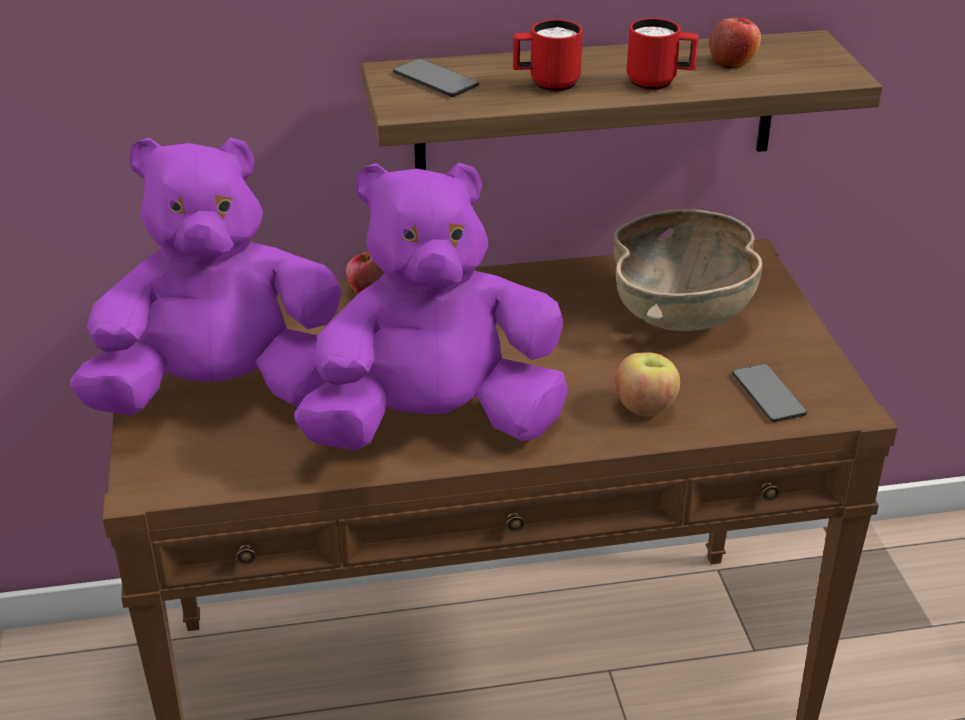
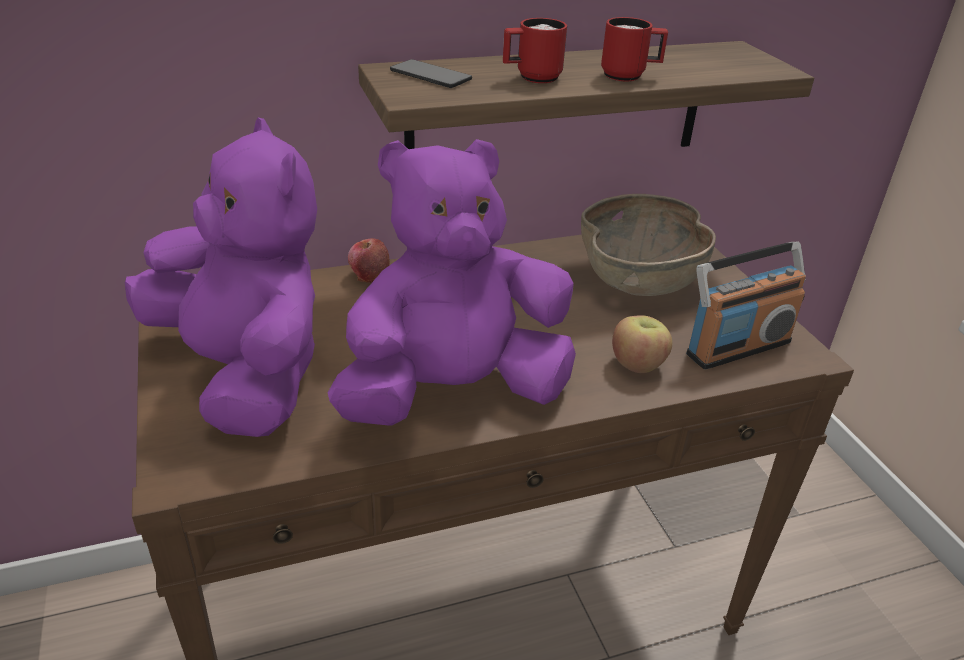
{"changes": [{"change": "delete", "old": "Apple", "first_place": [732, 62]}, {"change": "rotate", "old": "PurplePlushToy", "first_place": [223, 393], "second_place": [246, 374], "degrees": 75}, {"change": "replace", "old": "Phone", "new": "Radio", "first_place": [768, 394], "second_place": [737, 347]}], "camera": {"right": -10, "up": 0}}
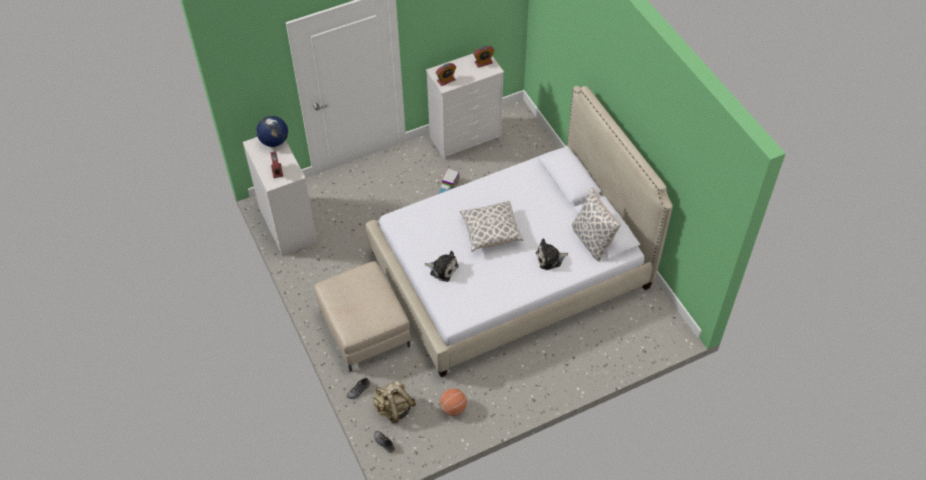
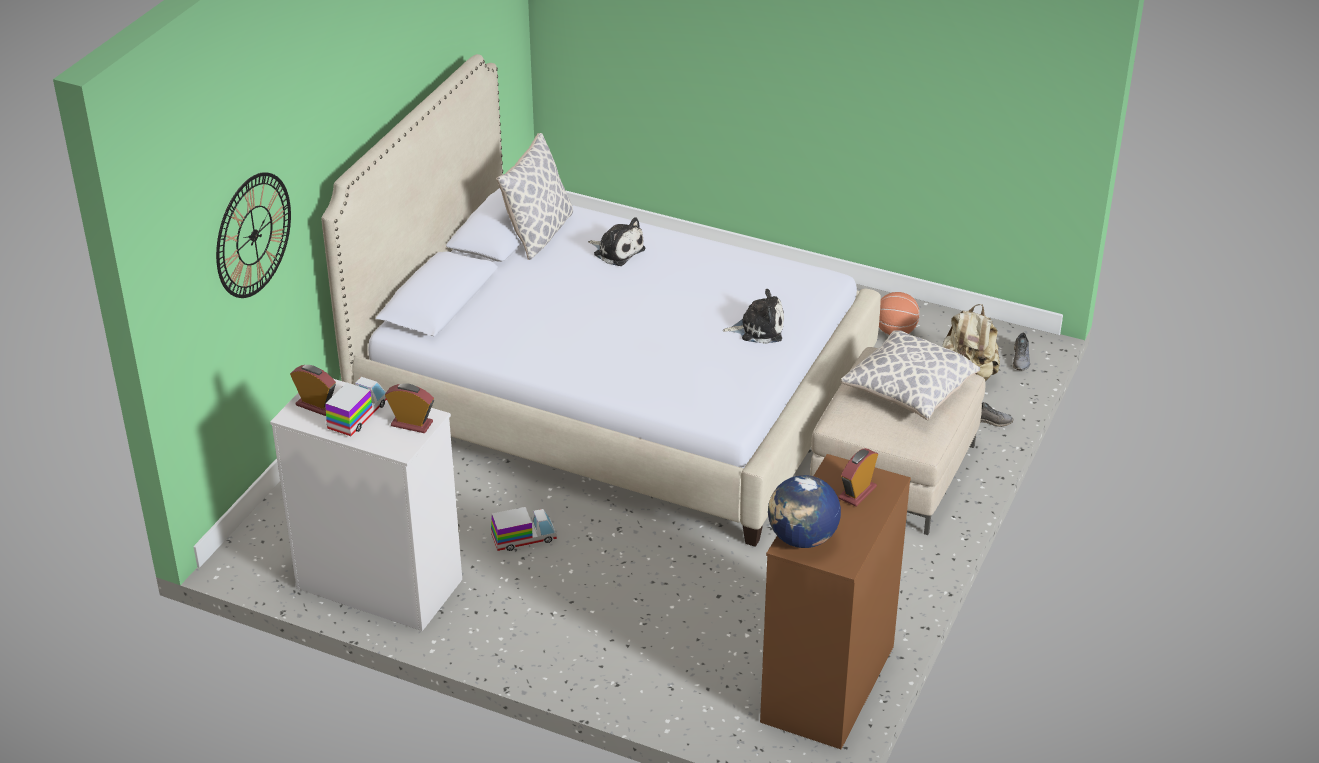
{"changes": [{"change": "recolor", "old": "WhiteDresser", "new": "BrownDresser", "first_place": [287, 224], "second_place": [827, 685]}, {"change": "move", "old": "Pillow", "first_place": [490, 232], "second_place": [909, 391]}, {"change": "rotate", "old": "PlushToy", "first_place": [442, 269], "second_place": [758, 329], "degrees": 105}, {"change": "insert", "new": "WallClock", "second_place": [253, 235]}, {"change": "insert", "new": "ToyTruck", "second_place": [358, 416]}], "camera": {"right": -130, "up": -15}}
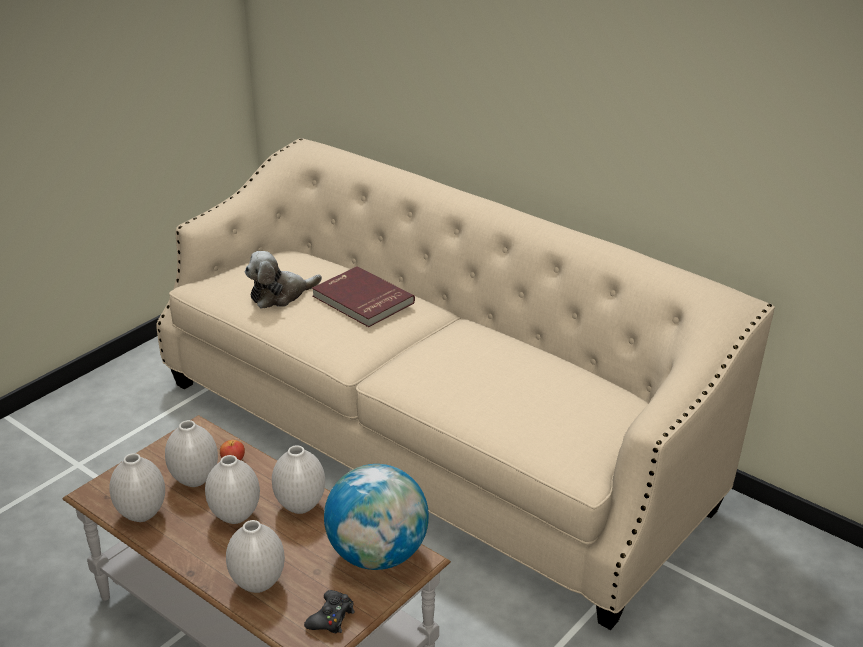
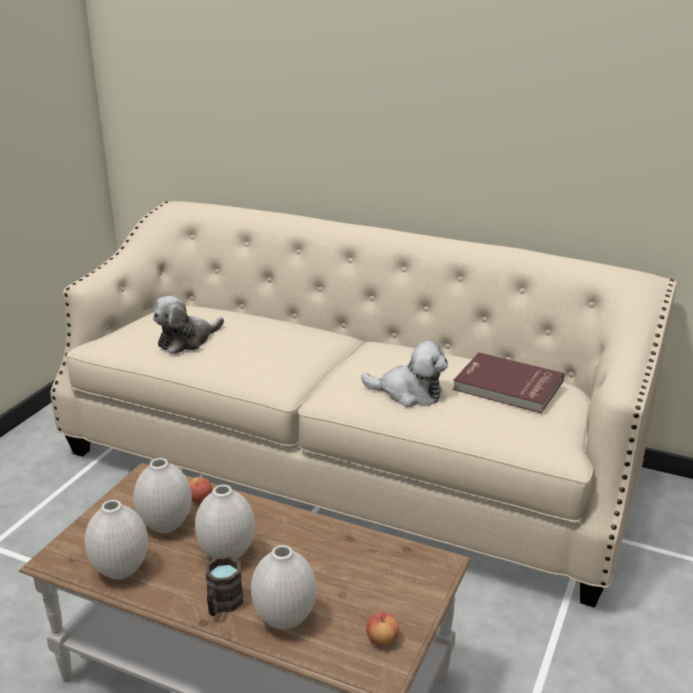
{"changes": [{"change": "move", "old": "RedBook", "first_place": [361, 300], "second_place": [507, 386]}, {"change": "delete", "old": "WhiteVase", "first_place": [301, 506]}, {"change": "delete", "old": "Globe", "first_place": [377, 554]}, {"change": "replace", "old": "BlackGameController", "new": "Apple", "first_place": [331, 618], "second_place": [382, 639]}, {"change": "insert", "new": "PlushToy", "second_place": [408, 393]}, {"change": "insert", "new": "BrownMug", "second_place": [222, 605]}], "camera": {"right": -15, "up": -5}}
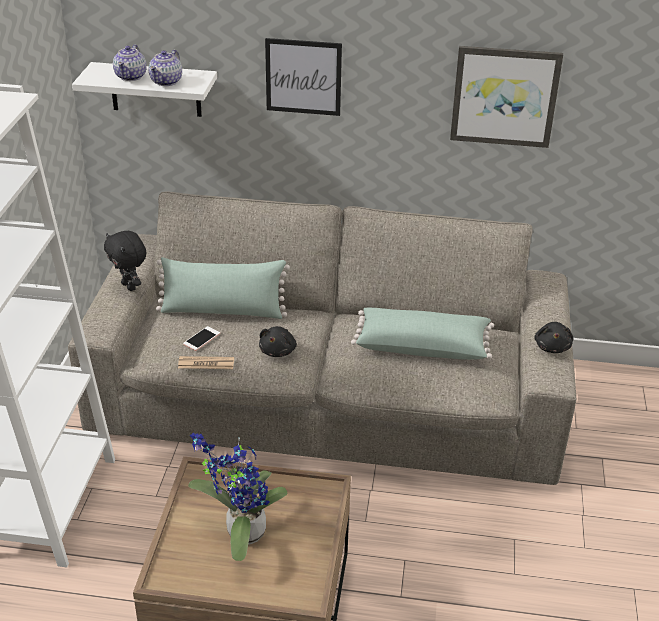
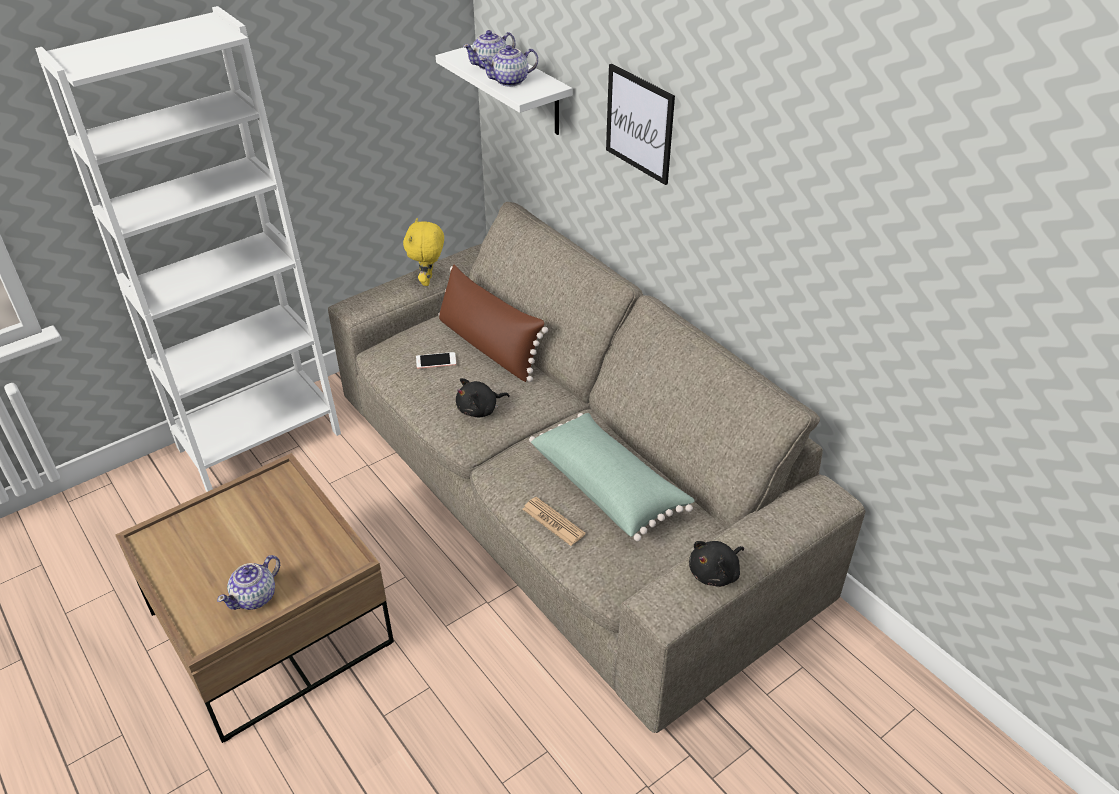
{"changes": [{"change": "delete", "old": "Picture", "first_place": [504, 96]}, {"change": "recolor", "old": "BlackPlushToy", "new": "YellowPlushToy", "first_place": [130, 286], "second_place": [428, 281]}, {"change": "recolor", "old": "GreenPillow", "new": "BrownPillow", "first_place": [223, 311], "second_place": [488, 346]}, {"change": "move", "old": "Newspaper", "first_place": [206, 363], "second_place": [553, 522]}, {"change": "delete", "old": "PottedPlant", "first_place": [241, 532]}, {"change": "insert", "new": "Teapot", "second_place": [255, 597]}], "camera": {"right": 45, "up": 5}}
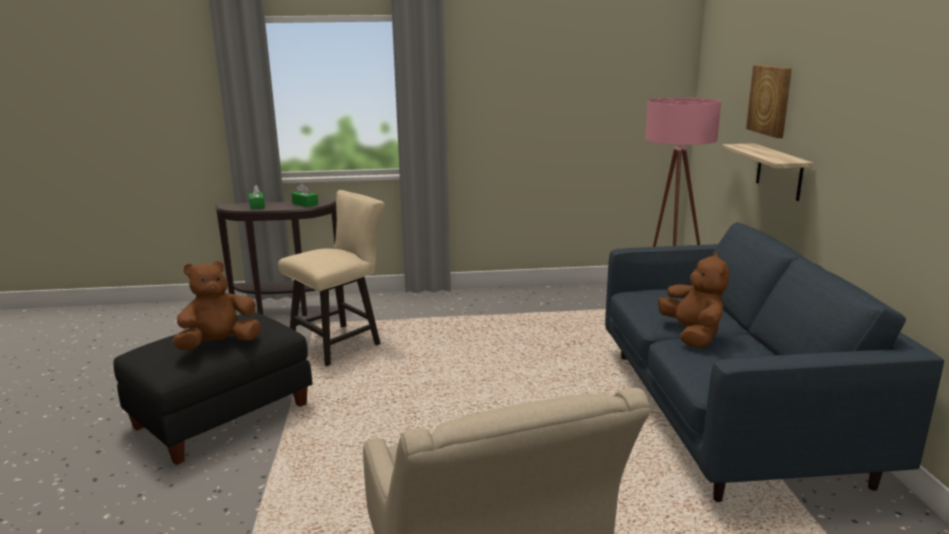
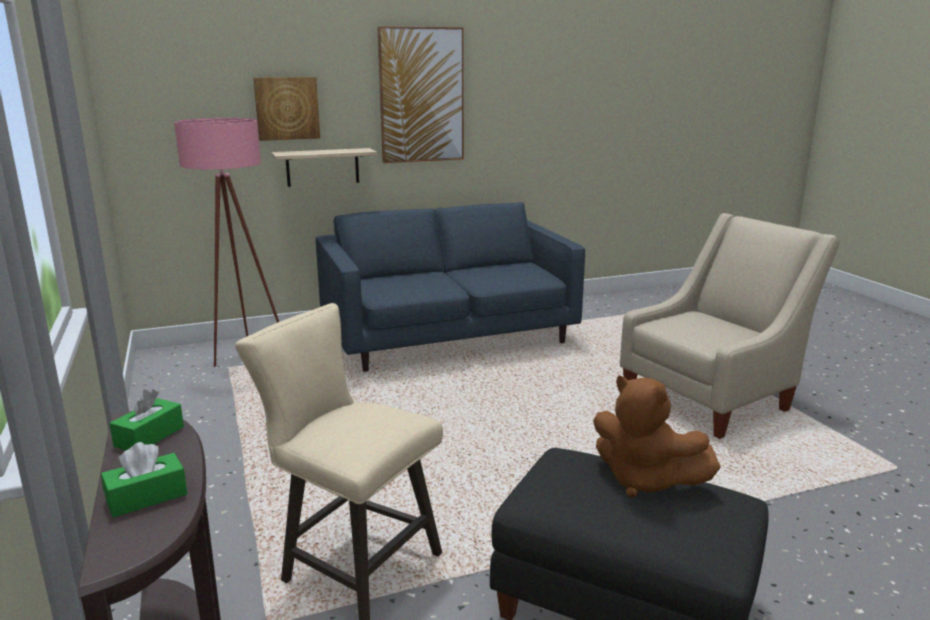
{"changes": [{"change": "delete", "old": "BrownPlushToy", "first_place": [692, 335]}, {"change": "insert", "new": "Picture", "second_place": [421, 95]}], "camera": {"right": -105, "up": 0}}
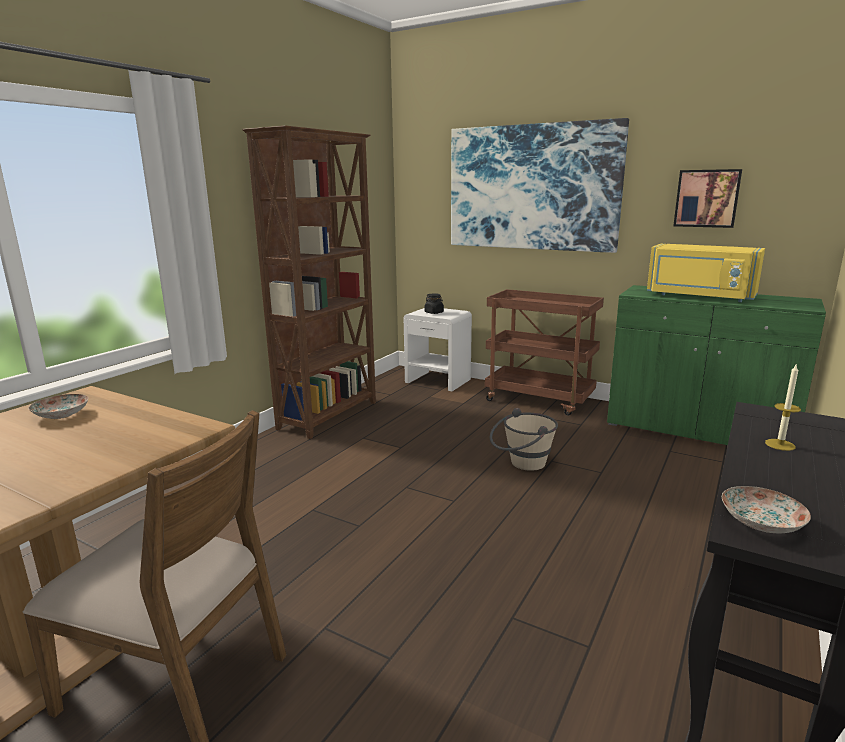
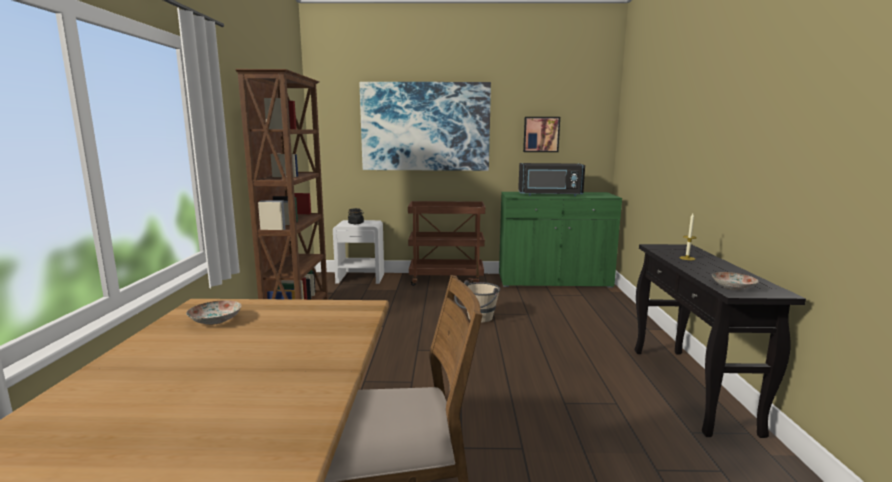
{"changes": [{"change": "recolor", "old": "YellowMicrowave", "new": "BlackMicrowave", "first_place": [699, 296], "second_place": [550, 195]}], "camera": {"right": -30, "up": -5}}
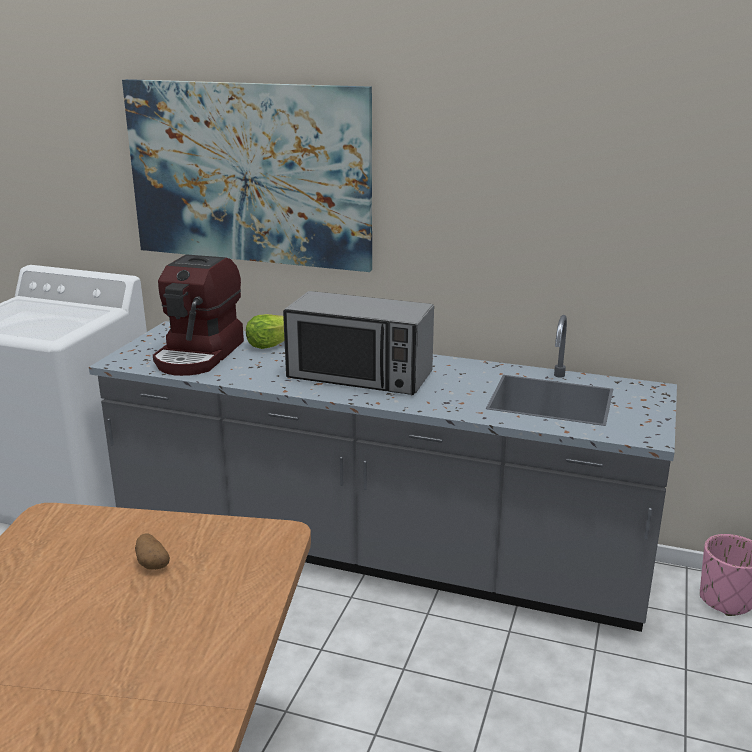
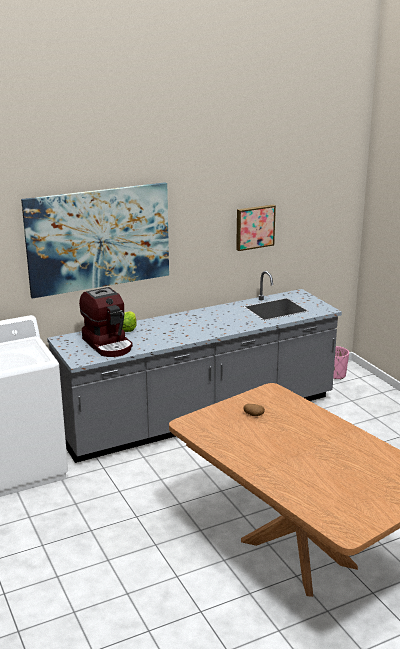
{"changes": [{"change": "delete", "old": "Microwave", "first_place": [359, 376]}, {"change": "insert", "new": "Picture", "second_place": [254, 227]}], "camera": {"right": -45, "up": 0}}
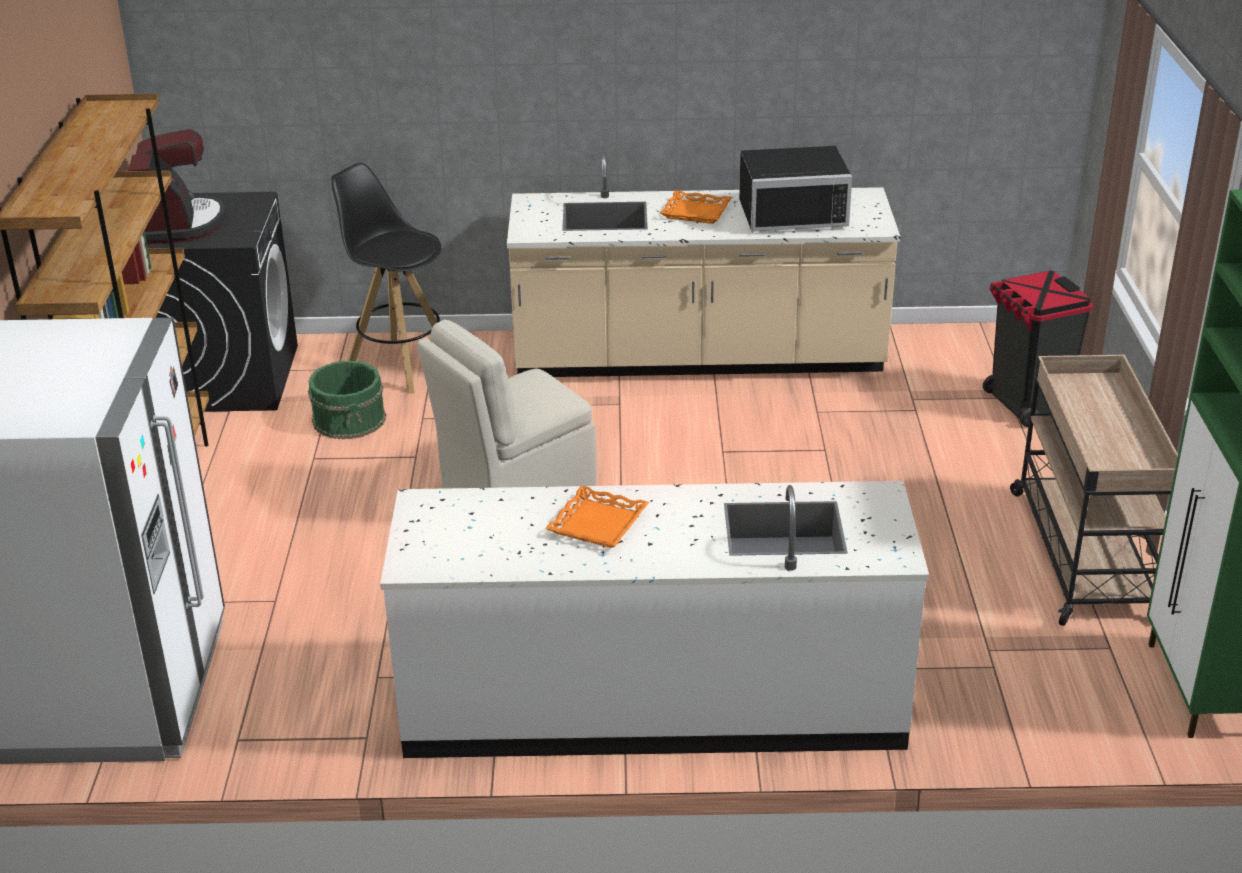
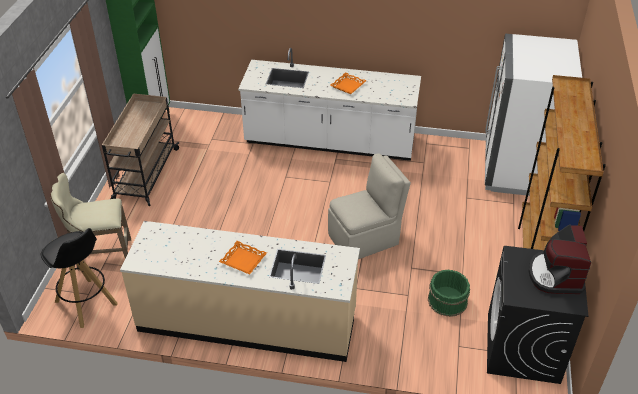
{"changes": [{"change": "delete", "old": "BlackMicrowave", "first_place": [792, 212]}, {"change": "move", "old": "BlackStool", "first_place": [400, 365], "second_place": [86, 303]}, {"change": "replace", "old": "BlackTrashCan", "new": "BeigeStool", "first_place": [1026, 406], "second_place": [101, 256]}], "camera": {"right": -170, "up": 10}}
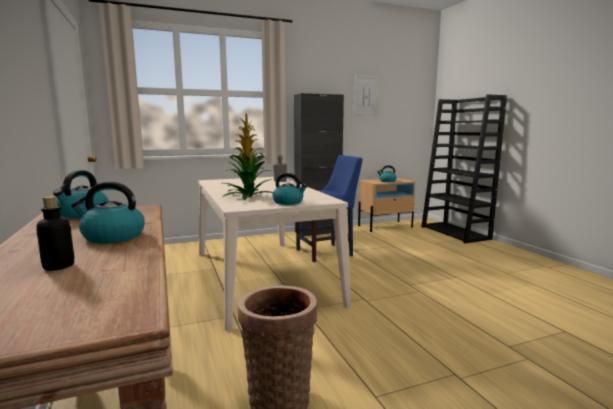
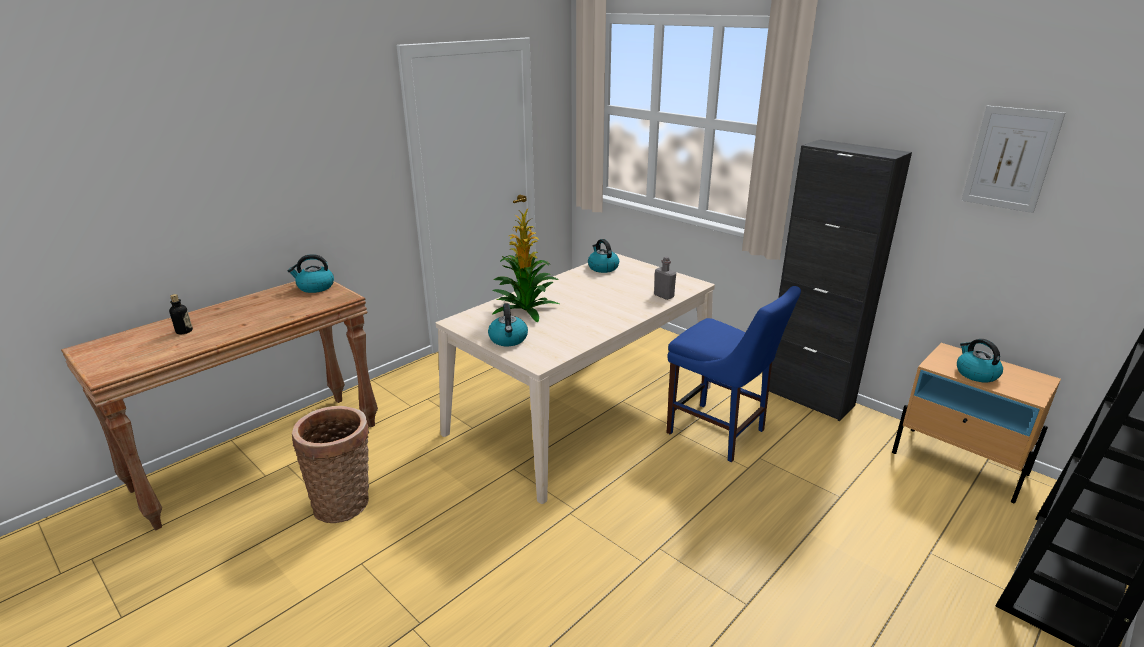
{"changes": [{"change": "move", "old": "Kettle", "first_place": [112, 237], "second_place": [602, 268]}], "camera": {"right": 65, "up": 15}}
